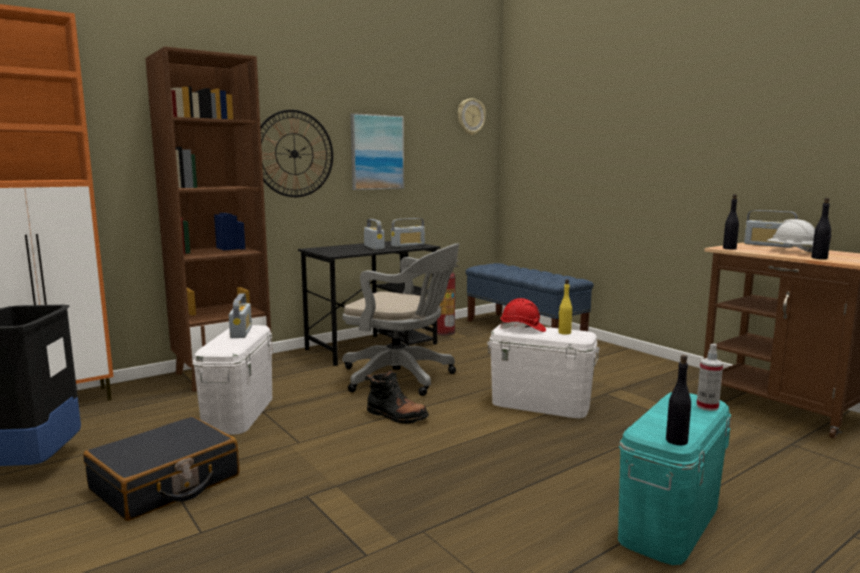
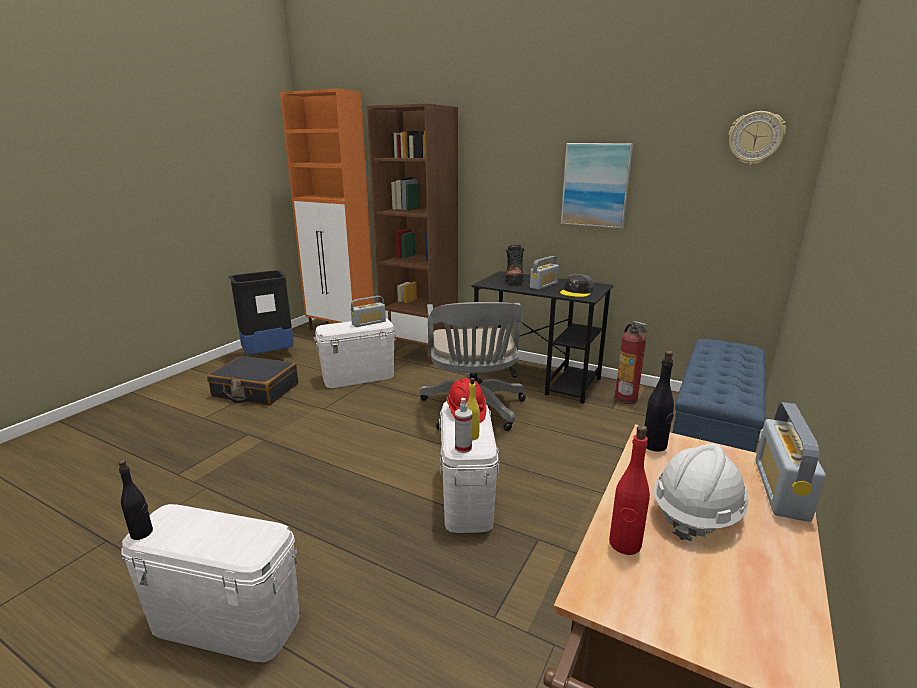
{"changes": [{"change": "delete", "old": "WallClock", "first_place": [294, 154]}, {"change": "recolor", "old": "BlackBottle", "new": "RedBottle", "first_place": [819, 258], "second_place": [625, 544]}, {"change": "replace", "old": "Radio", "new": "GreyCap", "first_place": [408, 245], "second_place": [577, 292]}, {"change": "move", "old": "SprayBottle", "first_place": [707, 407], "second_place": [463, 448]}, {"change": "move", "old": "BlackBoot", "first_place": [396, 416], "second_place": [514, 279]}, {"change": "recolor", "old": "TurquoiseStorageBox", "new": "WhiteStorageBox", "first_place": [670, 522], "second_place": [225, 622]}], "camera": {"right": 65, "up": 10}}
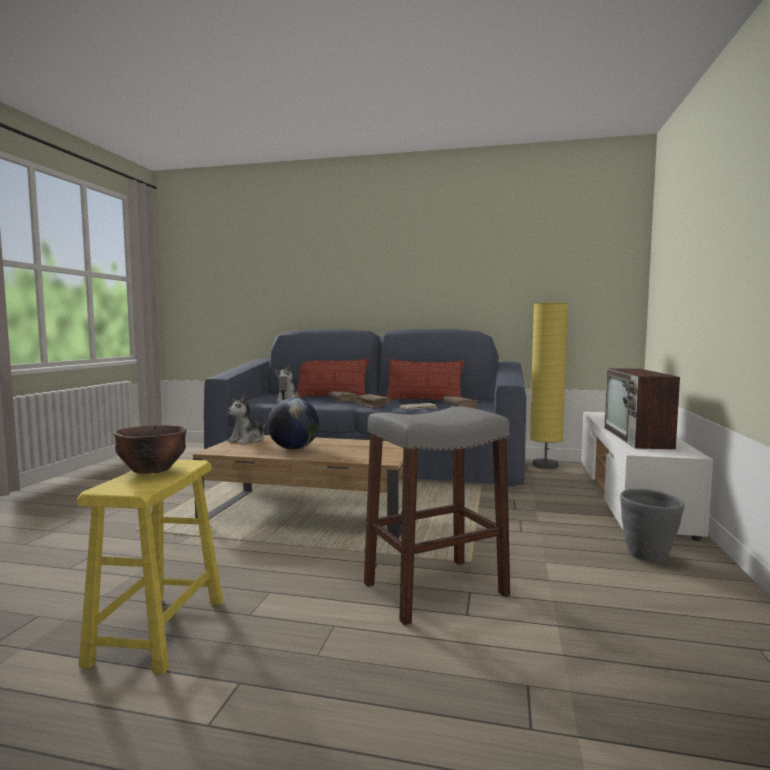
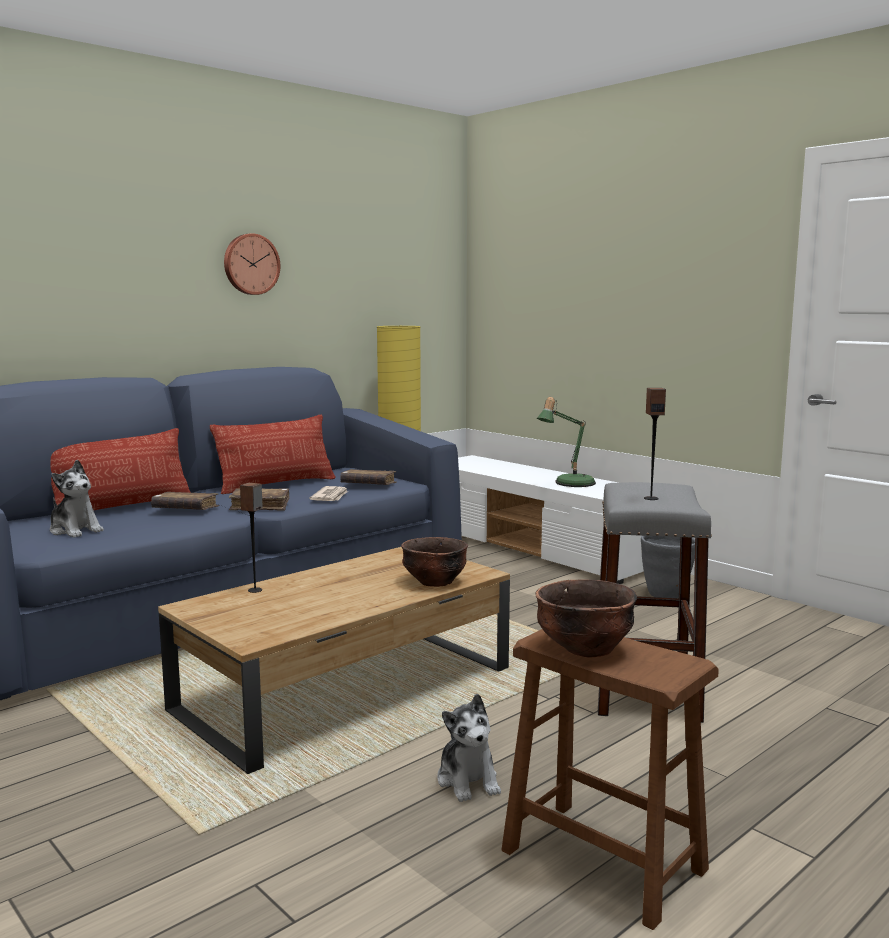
{"changes": [{"change": "replace", "old": "Television", "new": "TableLamp", "first_place": [637, 438], "second_place": [569, 484]}, {"change": "move", "old": "PlushToy", "first_place": [247, 440], "second_place": [468, 780]}, {"change": "delete", "old": "Globe", "first_place": [293, 448]}, {"change": "recolor", "old": "YellowStool", "new": "BrownStool", "first_place": [158, 631], "second_place": [603, 860]}, {"change": "insert", "new": "WallClock", "second_place": [250, 264]}, {"change": "insert", "new": "Speaker", "second_place": [651, 498]}, {"change": "insert", "new": "BrownBowl", "second_place": [434, 582]}], "camera": {"right": -55, "up": 5}}
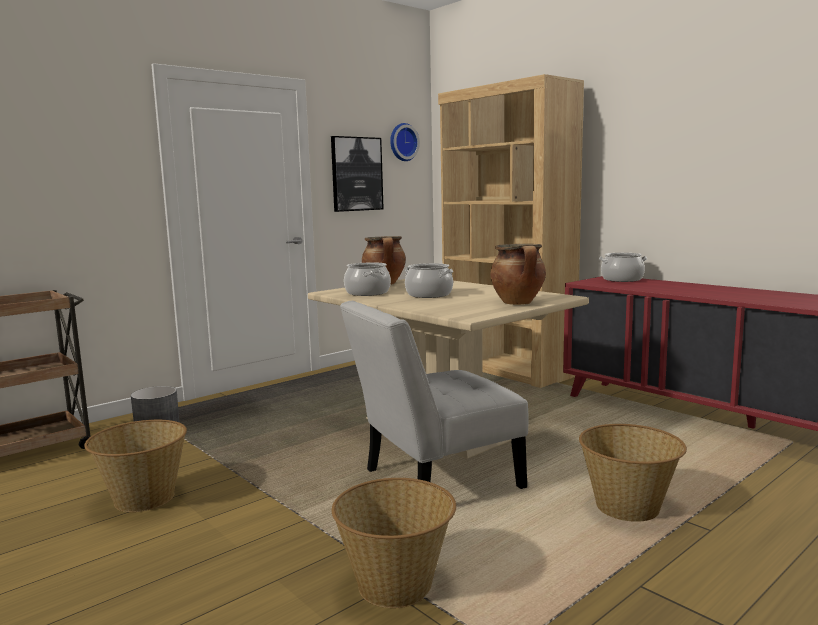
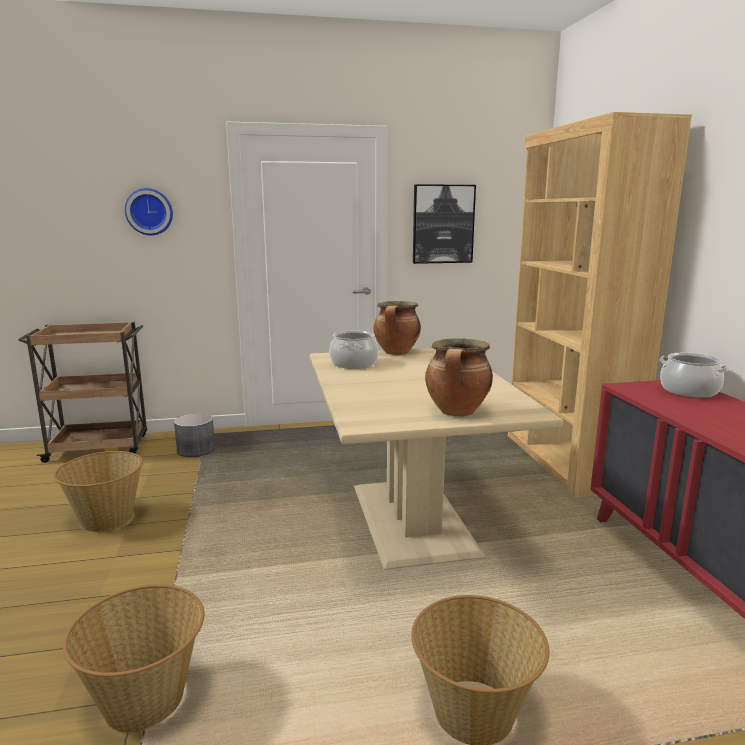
{"changes": [{"change": "move", "old": "WallClock", "first_place": [402, 142], "second_place": [149, 212]}, {"change": "delete", "old": "CookingPot", "first_place": [429, 295]}, {"change": "delete", "old": "WhiteChair", "first_place": [434, 481]}], "camera": {"right": 30, "up": 5}}
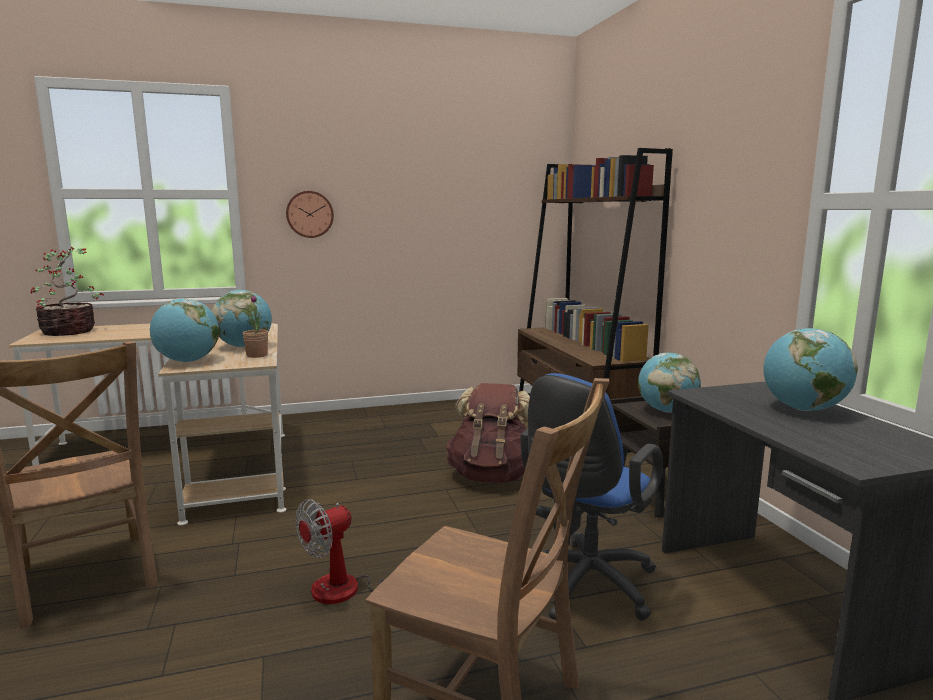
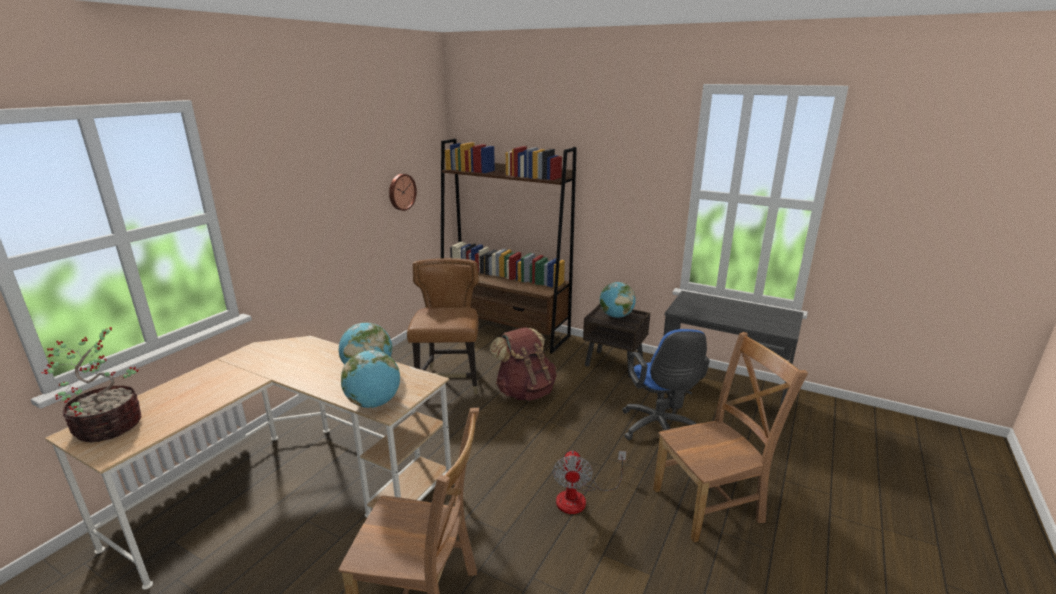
{"changes": [{"change": "move", "old": "WallClock", "first_place": [309, 214], "second_place": [401, 192]}, {"change": "delete", "old": "PottedPlant", "first_place": [257, 355]}, {"change": "delete", "old": "Globe", "first_place": [803, 409]}, {"change": "insert", "new": "BrownChair", "second_place": [449, 381]}], "camera": {"right": -45, "up": 10}}
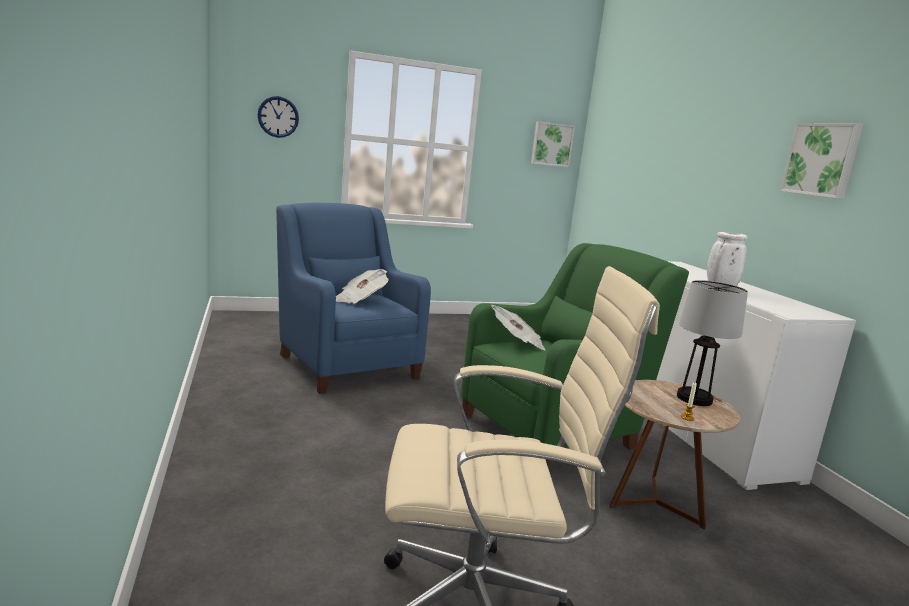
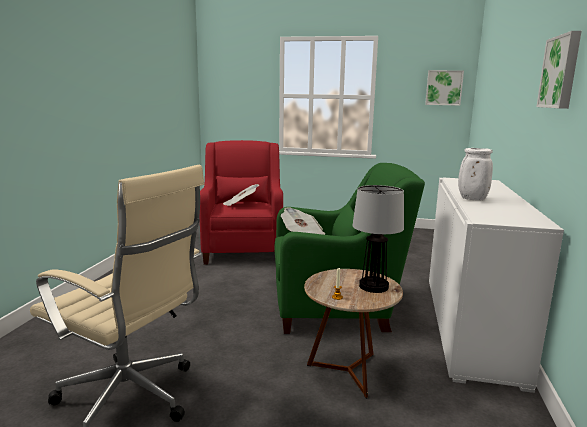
{"changes": [{"change": "delete", "old": "WallClock", "first_place": [278, 117]}, {"change": "recolor", "old": "BlueArmchair", "new": "RedArmchair", "first_place": [345, 363], "second_place": [243, 249]}], "camera": {"right": 30, "up": 0}}
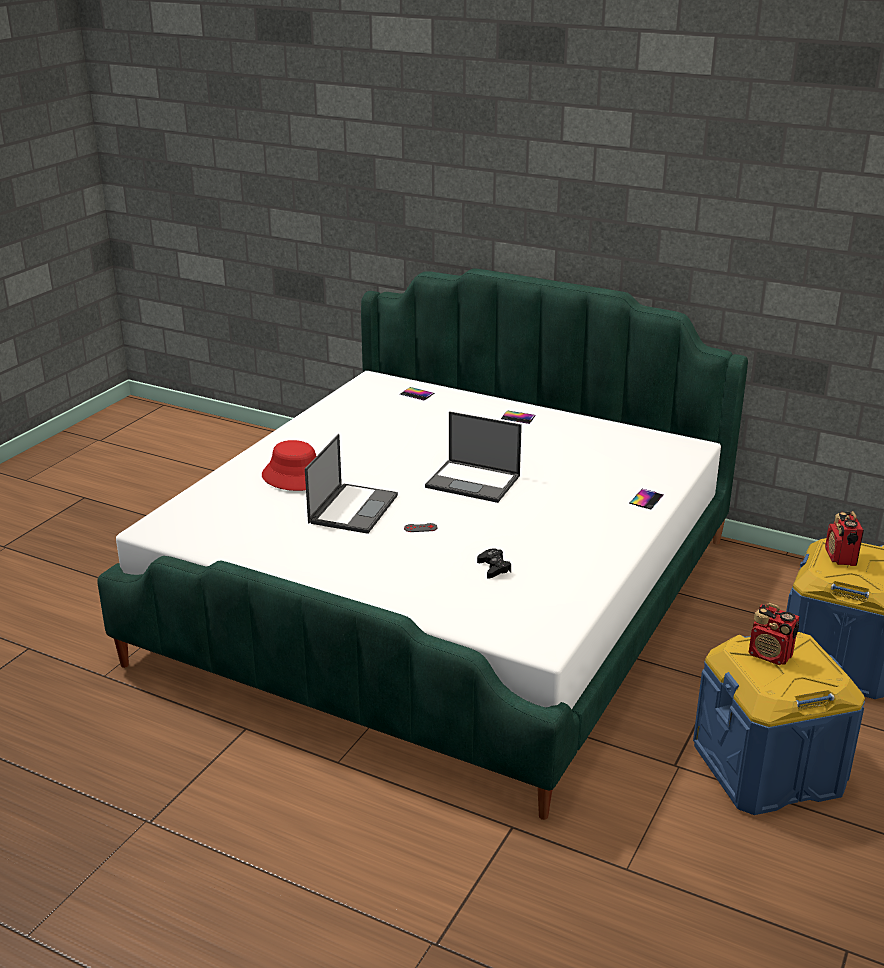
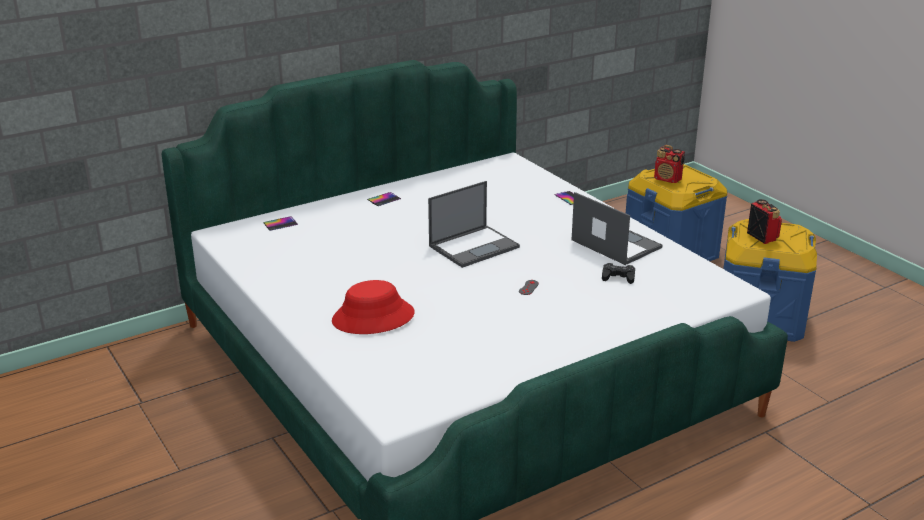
{"changes": [{"change": "move", "old": "Laptop", "first_place": [353, 508], "second_place": [615, 244]}, {"change": "rotate", "old": "Radio", "first_place": [770, 655], "second_place": [762, 236], "degrees": -90}], "camera": {"right": -60, "up": 0}}
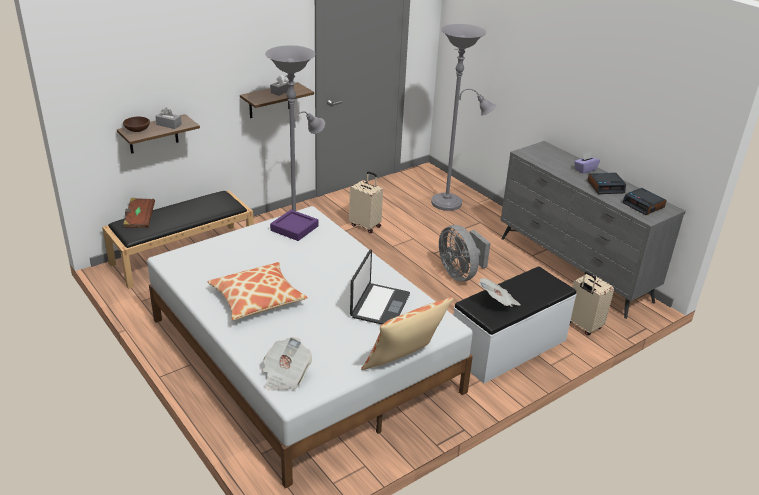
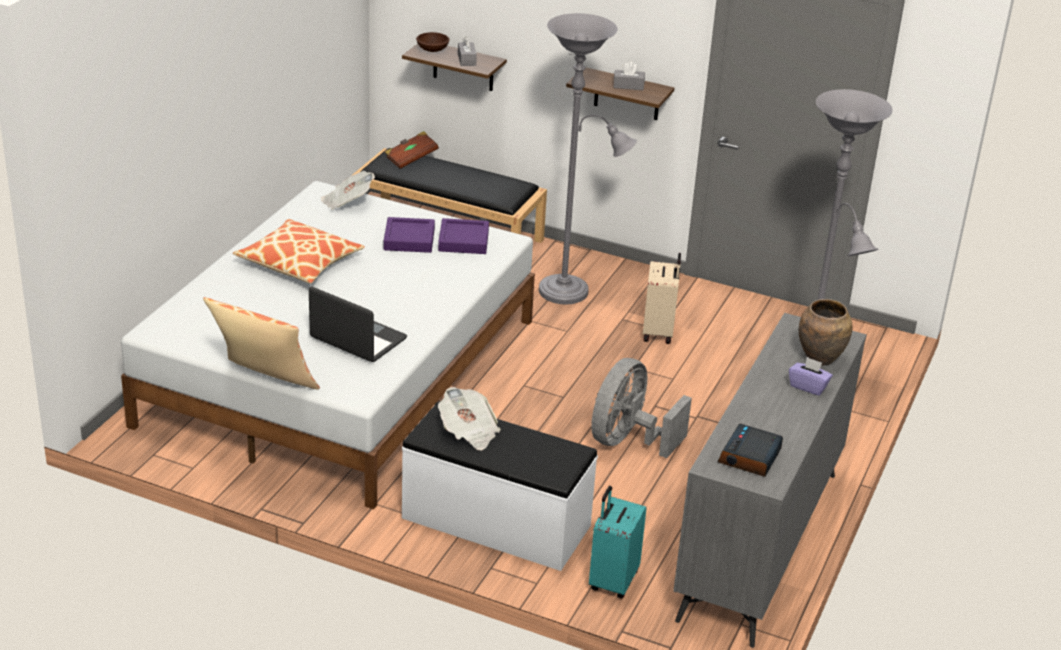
{"changes": [{"change": "delete", "old": "AlarmClock", "first_place": [605, 187]}, {"change": "rotate", "old": "Laptop", "first_place": [379, 305], "second_place": [357, 339], "degrees": -135}, {"change": "recolor", "old": "BeigeSuitcase", "new": "TurquoiseSuitcase", "first_place": [583, 326], "second_place": [612, 581]}, {"change": "move", "old": "Newspaper", "first_place": [285, 375], "second_place": [347, 202]}, {"change": "insert", "new": "PurpleTray", "second_place": [409, 239]}, {"change": "insert", "new": "BrownVase", "second_place": [820, 358]}], "camera": {"right": 60, "up": 0}}
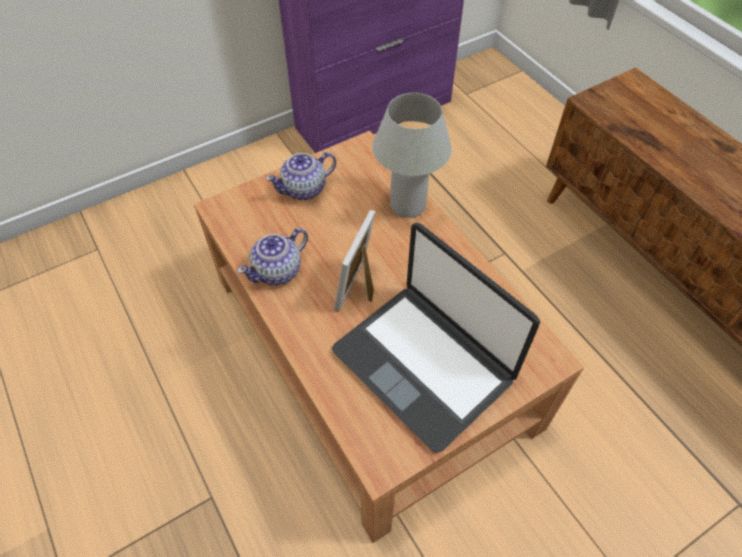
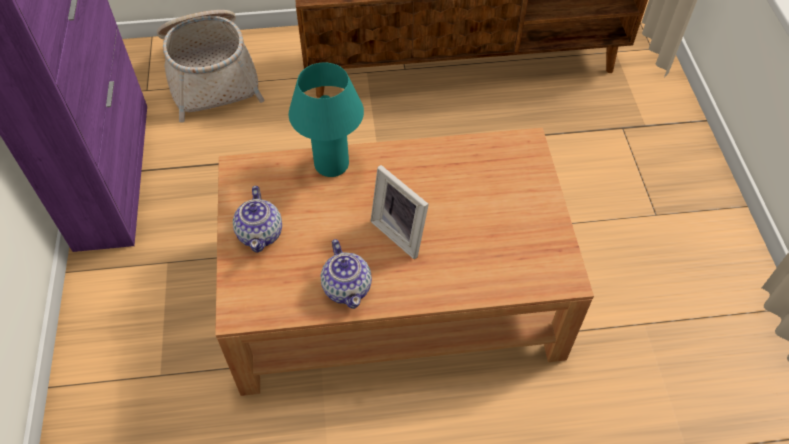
{"changes": [{"change": "recolor", "old": "WhiteTableLamp", "new": "TurquoiseTableLamp", "first_place": [407, 205], "second_place": [331, 165]}, {"change": "delete", "old": "Laptop", "first_place": [424, 364]}, {"change": "insert", "new": "Basket", "second_place": [211, 74]}], "camera": {"right": -65, "up": 0}}
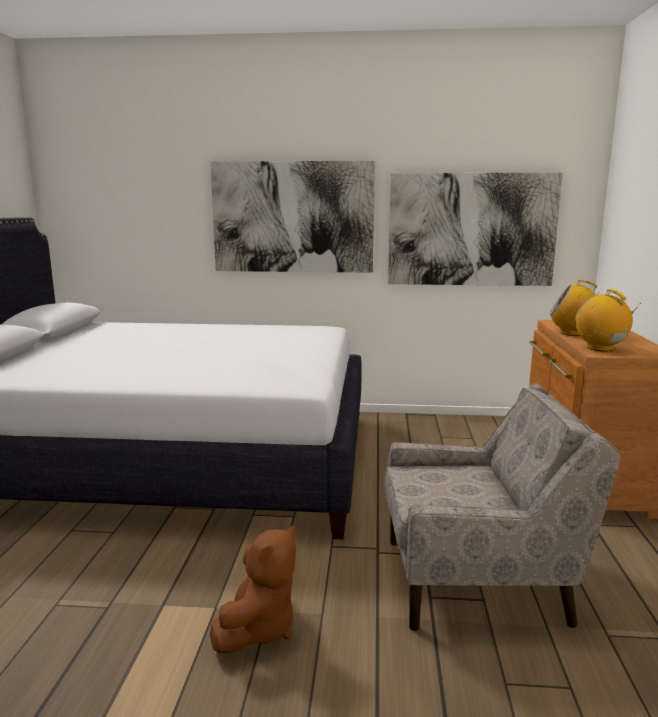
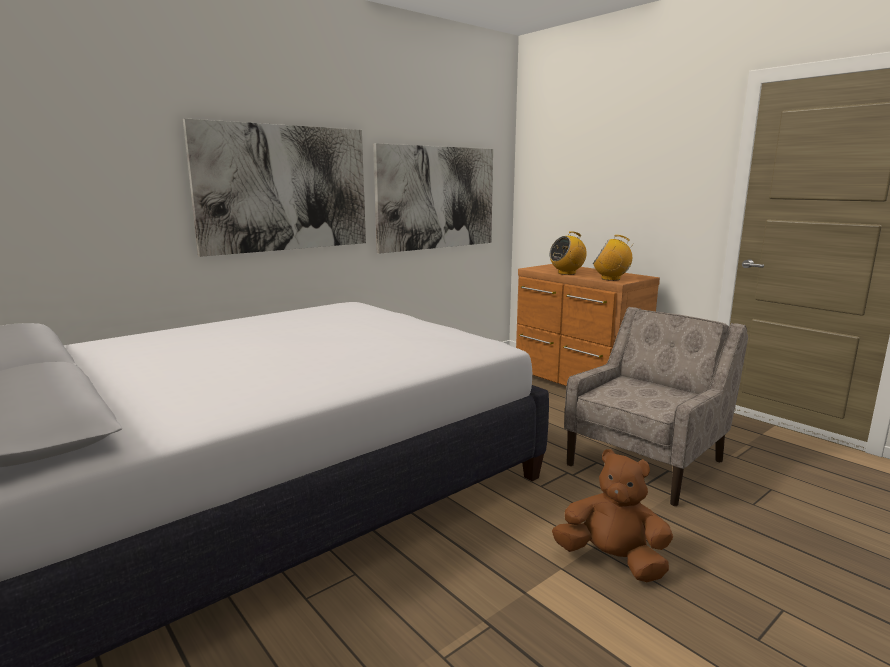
{"changes": [{"change": "rotate", "old": "BrownPlushToy", "first_place": [259, 628], "second_place": [612, 560], "degrees": -45}], "camera": {"right": -45, "up": 0}}
